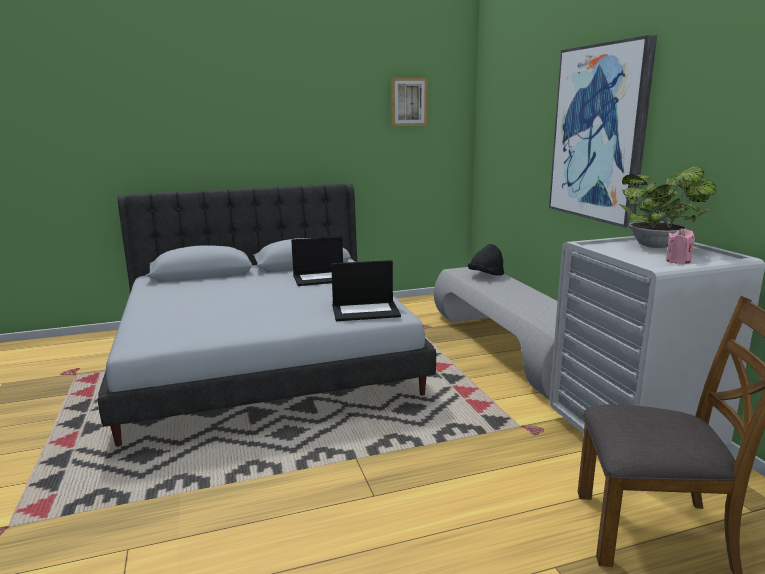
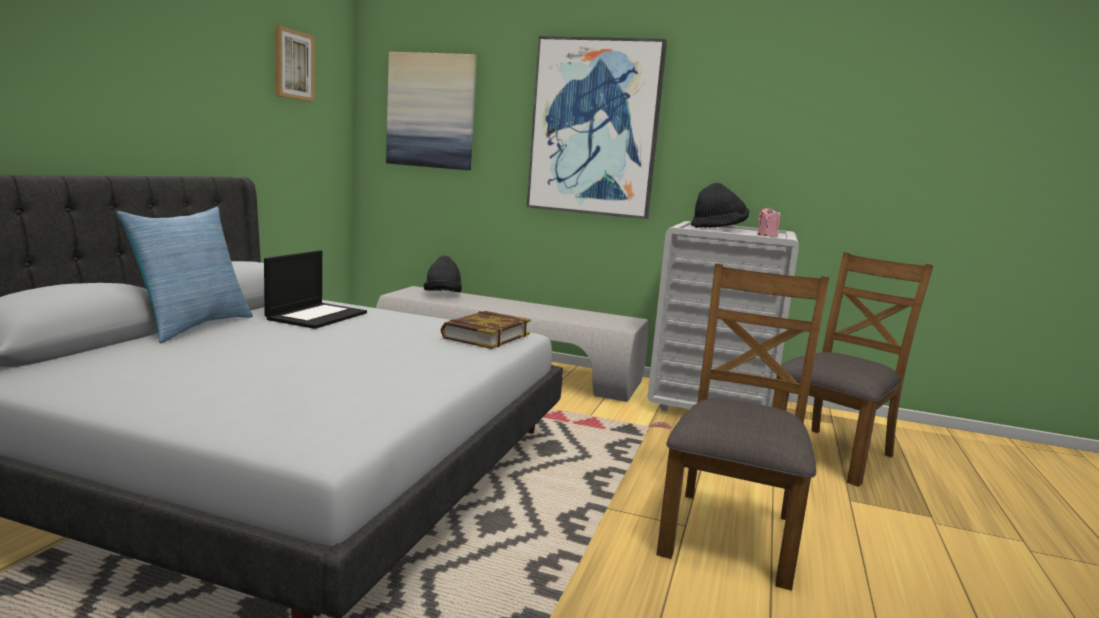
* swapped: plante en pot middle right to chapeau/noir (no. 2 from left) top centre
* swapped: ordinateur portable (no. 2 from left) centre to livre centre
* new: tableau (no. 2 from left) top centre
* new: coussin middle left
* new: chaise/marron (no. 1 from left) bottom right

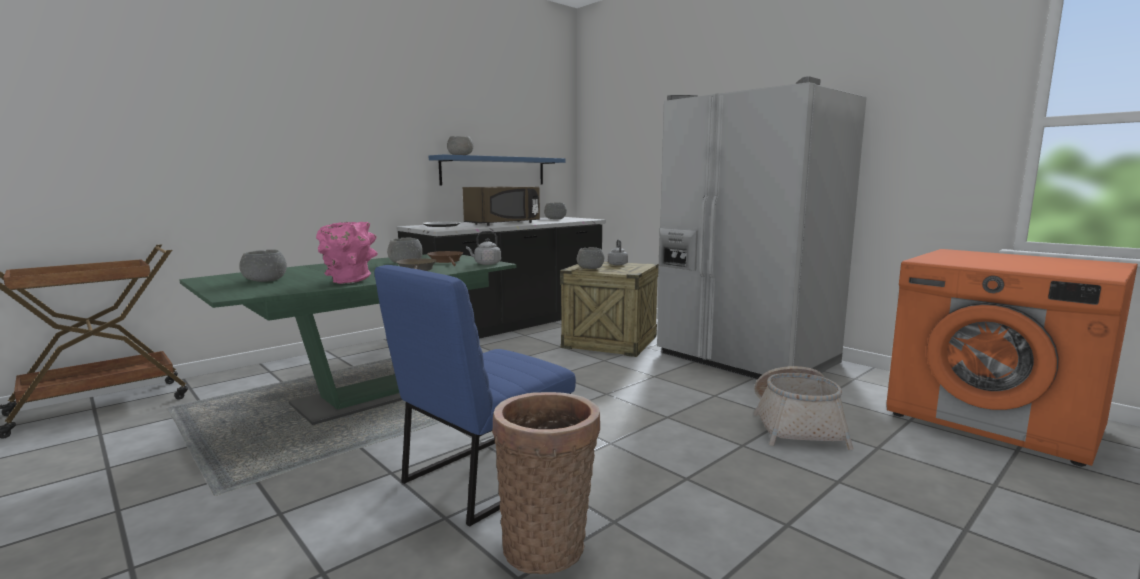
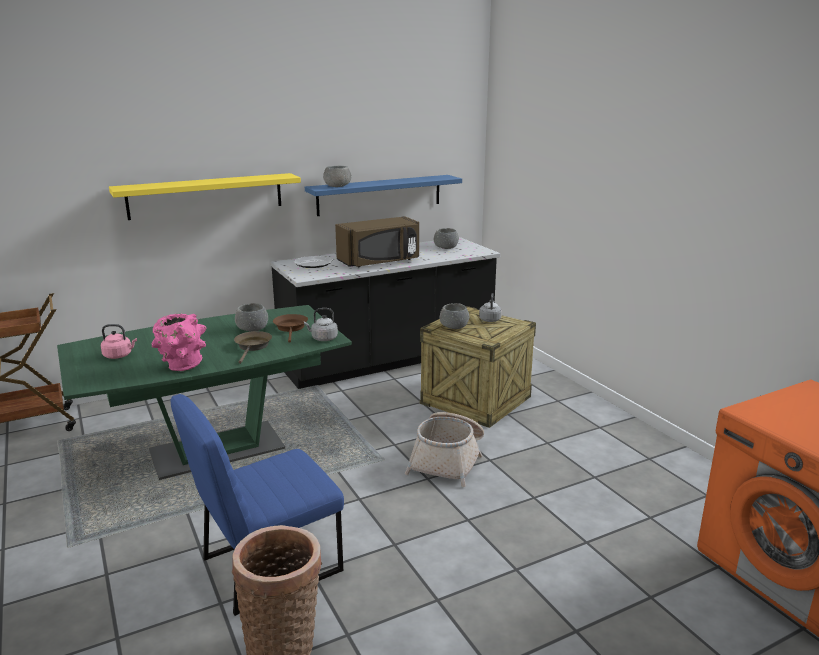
* gone: réfrigérateur/blanc middle right
* swapped: bol/gris (no. 1 from left) middle left to bouilloire/rose middle left
* shifted: panier (no. 2 from left) bottom right to bottom centre
* new: étagère/jaune top left

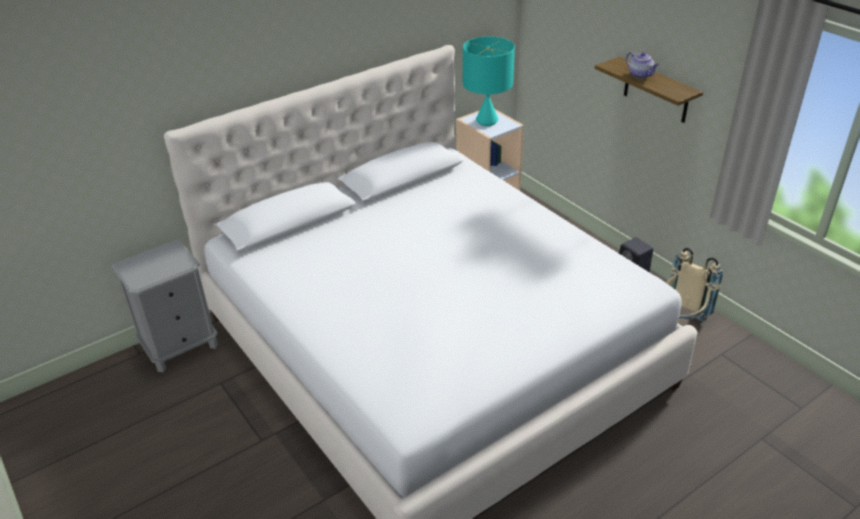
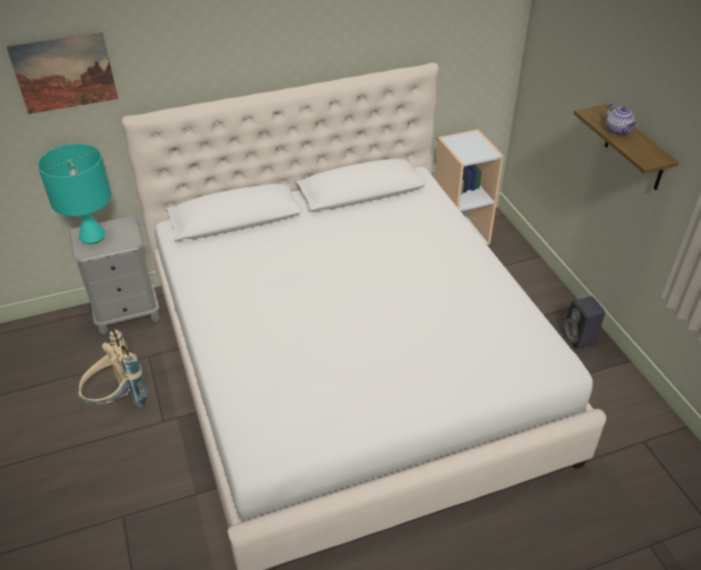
* shifted: lampe de table/turquoise top centre to middle left
* shifted: sac à dos/beige middle right to middle left
* new: tableau top left

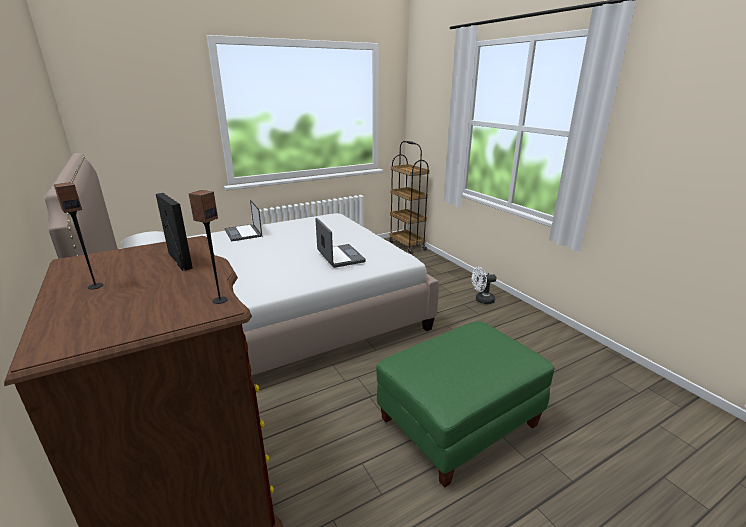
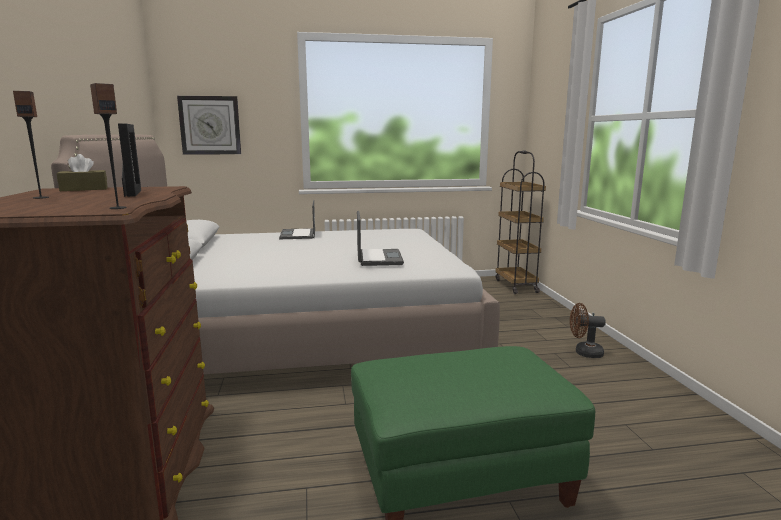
* repainted: ventilateur/blanc centre to ventilateur/marron middle right
* new: horloge murale top left
* new: boîte à mouchoirs/marron top left

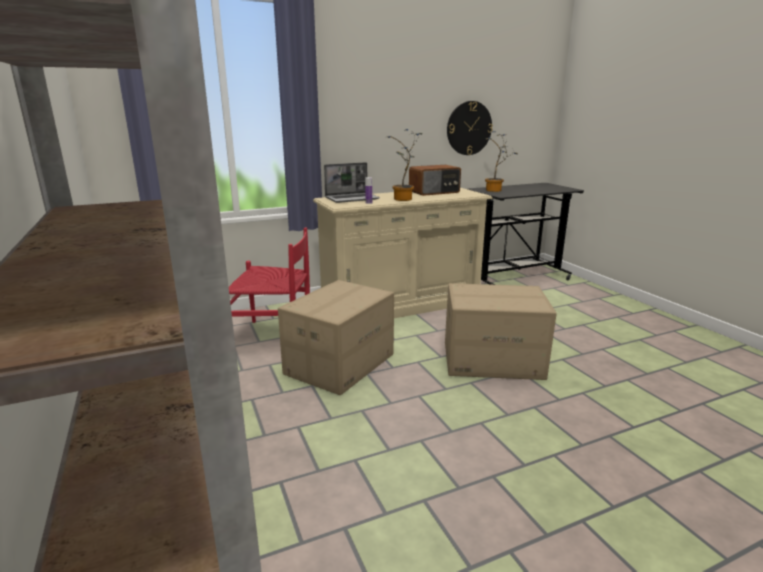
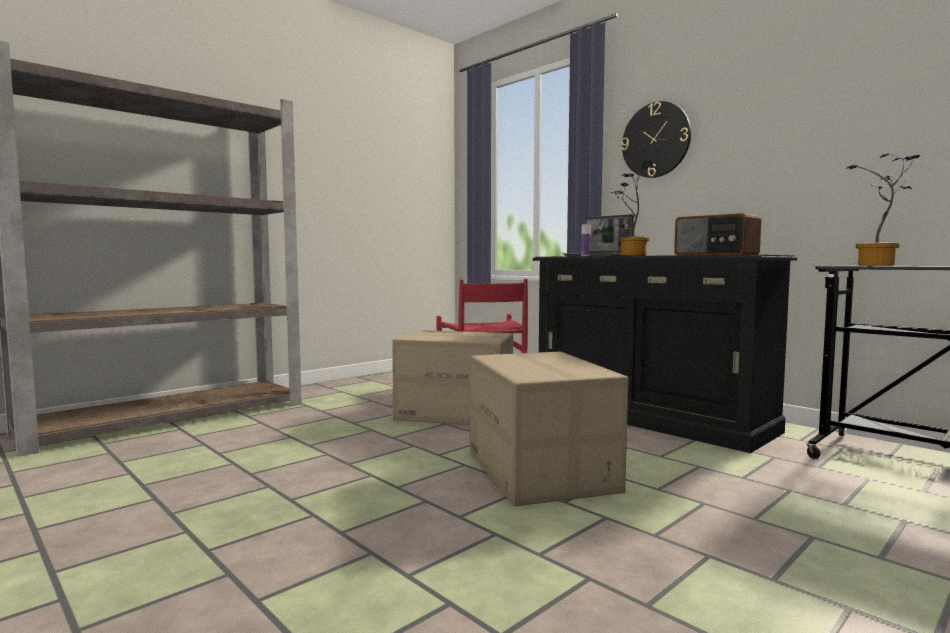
* shifted: horloge murale top centre to top right
* repainted: meuble de rangement/beige centre to meuble de rangement/noir middle right

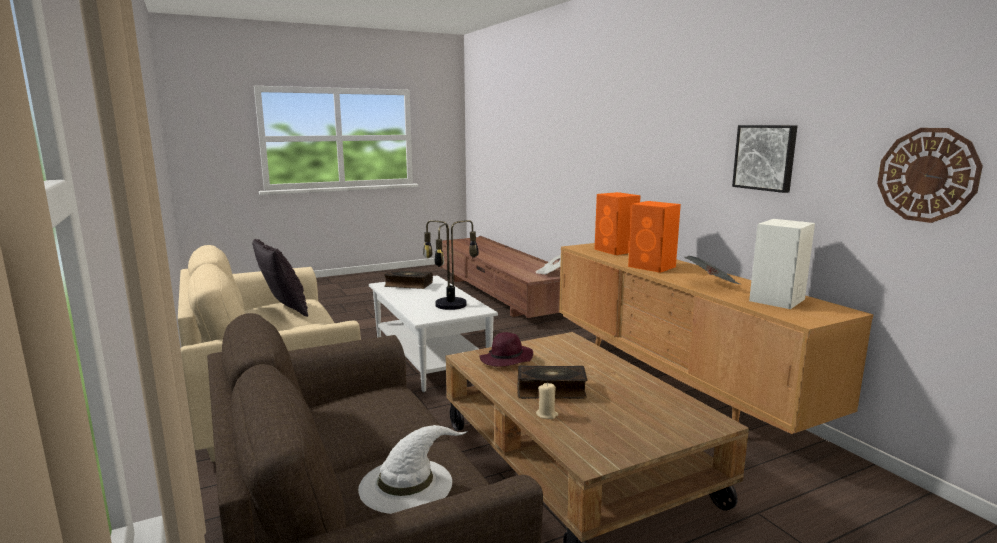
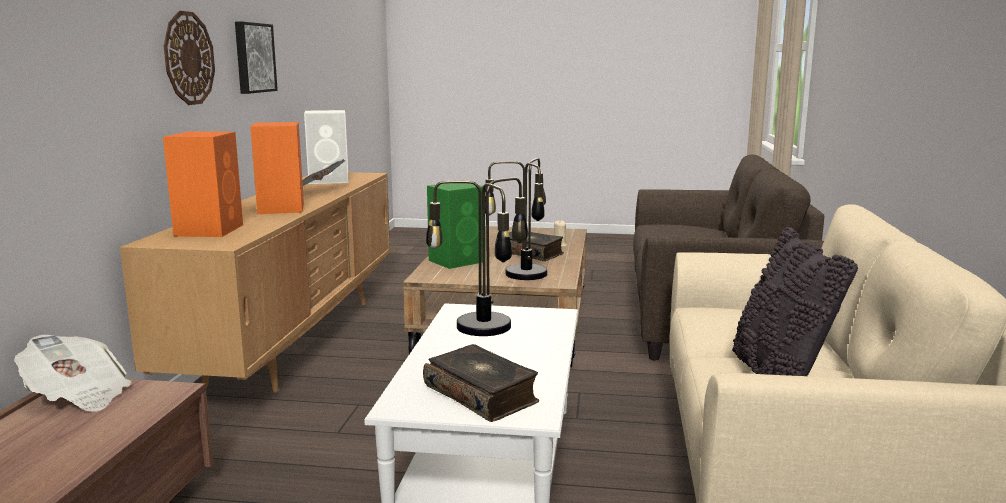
* shifted: horloge murale top right to top left
* swapped: chapeau/violet centre to lampe de table (no. 2 from left) centre
* gone: chapeau/blanc bottom centre
* new: enceinte/vert centre

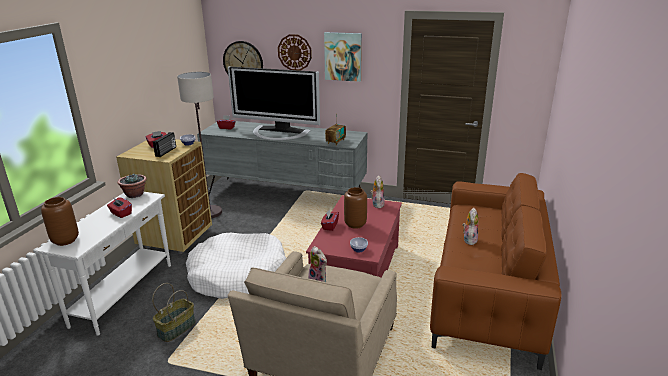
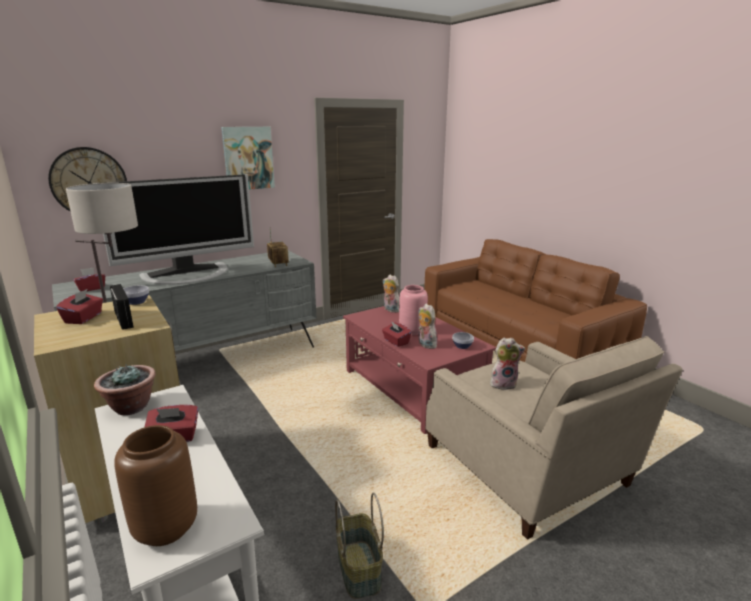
* gone: horloge murale (no. 2 from left) top centre
* repainted: vase/marron (no. 2 from left) centre to vase/rose centre
* shifted: peluche (no. 3 from left in the first image) middle right to peluche (no. 2 from left) centre
* gone: panier pour chien/blanc bottom centre

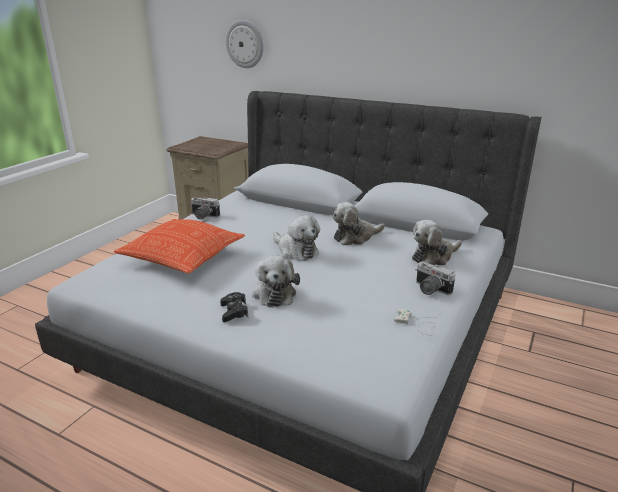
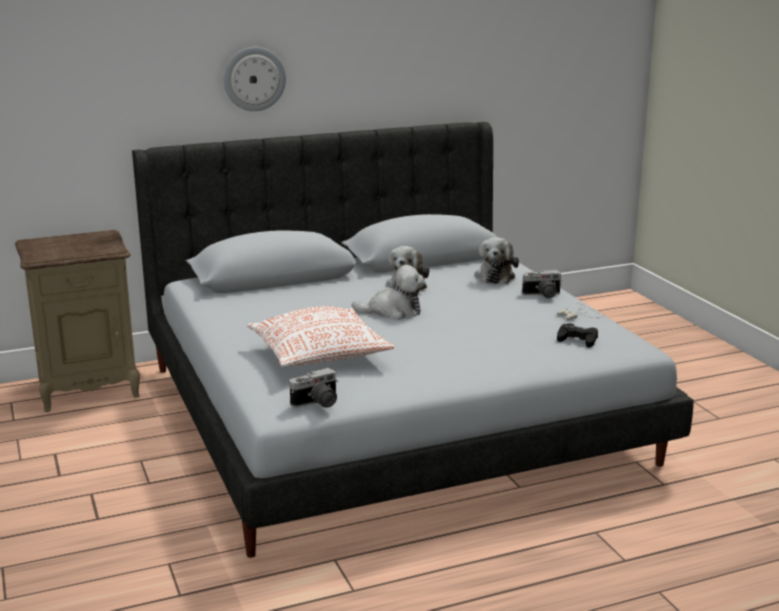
* shifted: horloge murale top centre to top left
* shifted: appareil photo (no. 1 from left) middle left to centre
* repainted: coussin/orange middle left to coussin/blanc centre
* gone: peluche (no. 1 from left) centre
* shifted: manette/noir centre to middle right

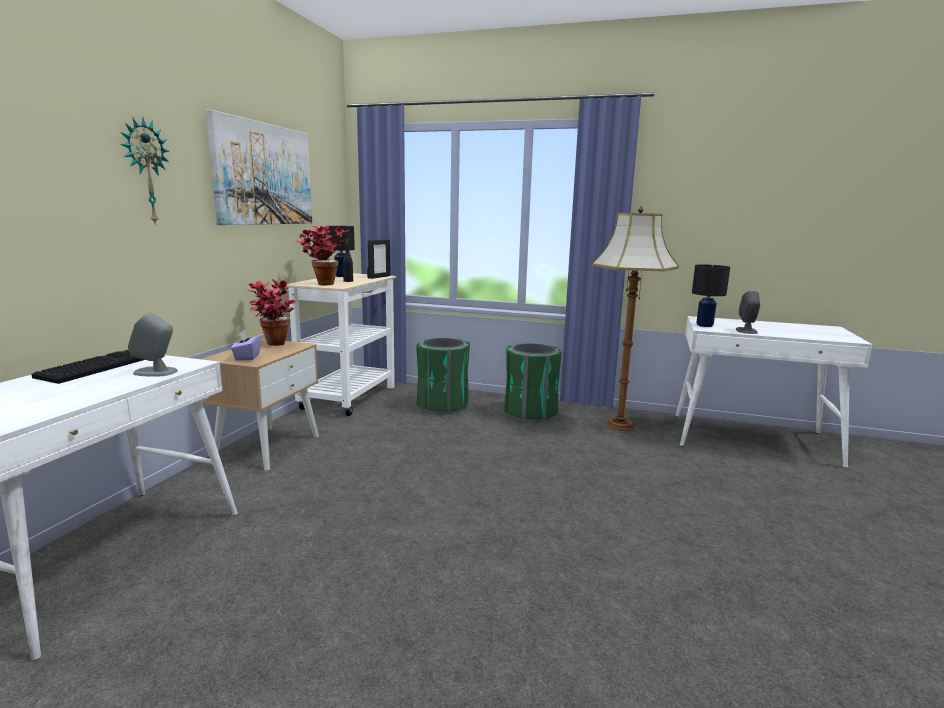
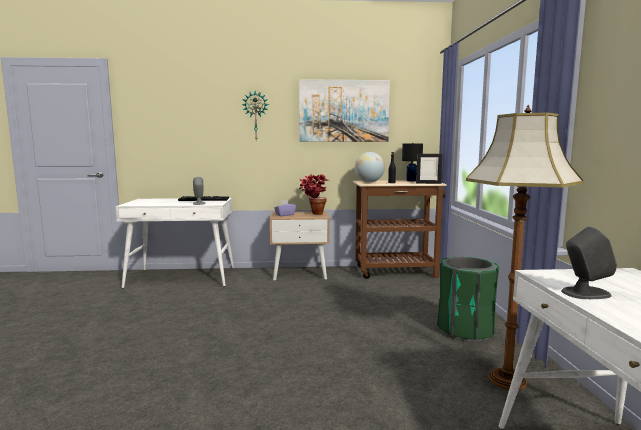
* swapped: plante en pot (no. 2 from left) centre to globe centre
* gone: lampe de table/noir (no. 2 from left) middle right
* repainted: chariot/blanc centre to chariot/marron centre
* gone: poubelle/vert (no. 1 from left) centre

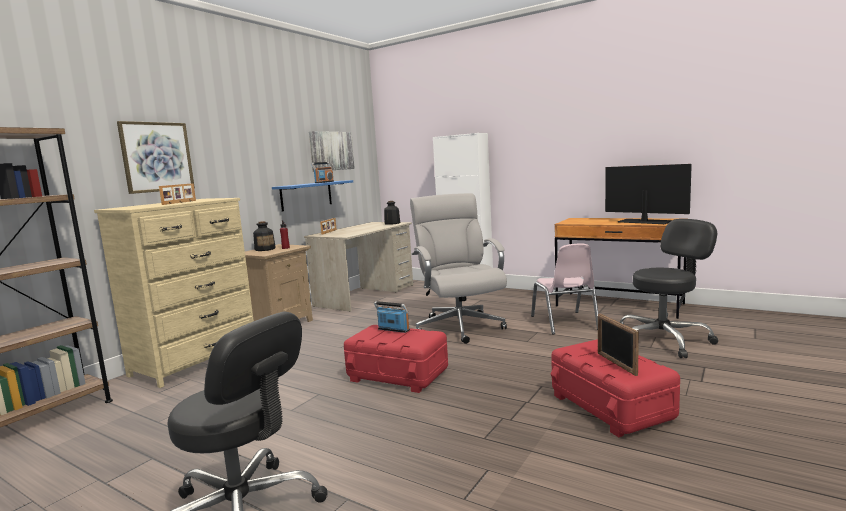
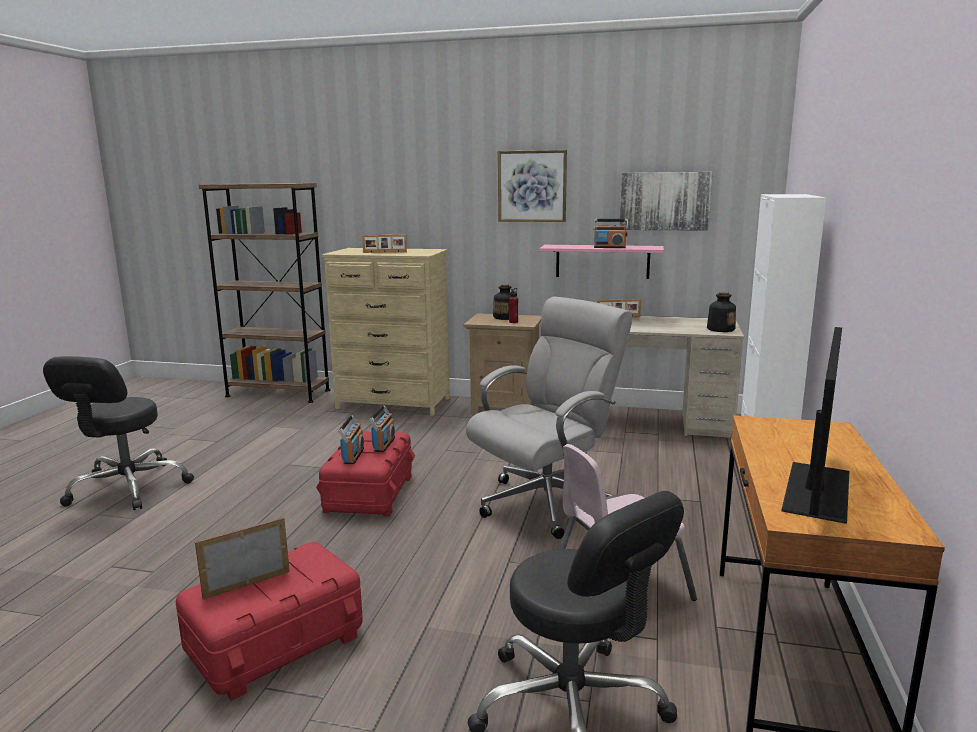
* shifted: tableau (no. 1 from left) top left to top centre
* repainted: étagère/bleu centre to étagère/rose centre
* new: radio (no. 1 from left) centre

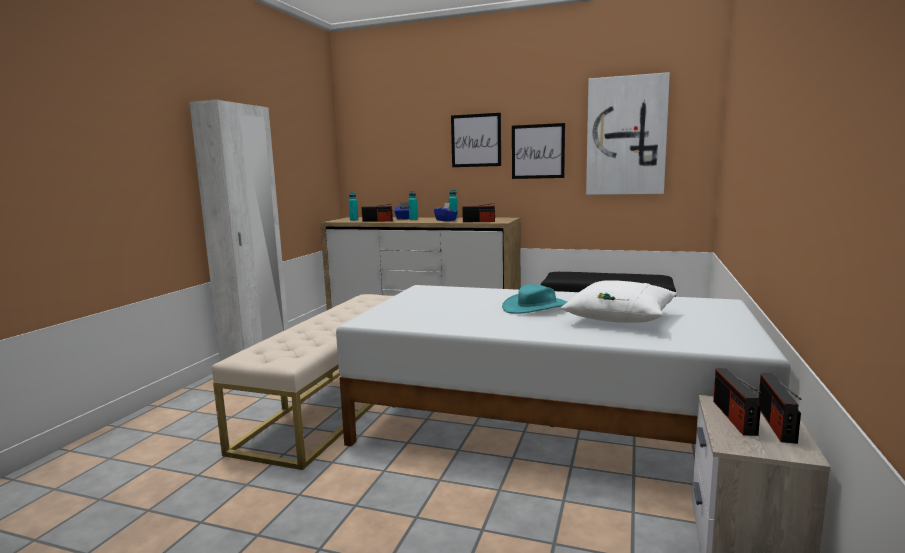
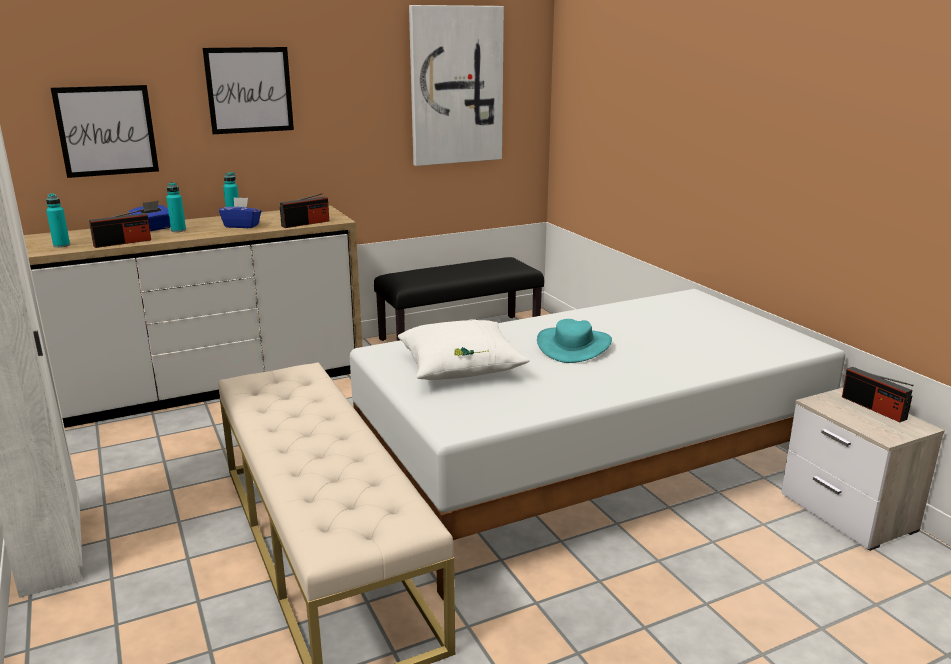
* shifted: tableau (no. 2 from left in the first image) top centre to tableau (no. 1 from left) top left
* shifted: coussin/blanc middle right to centre
* gone: radio (no. 3 from left) bottom right

